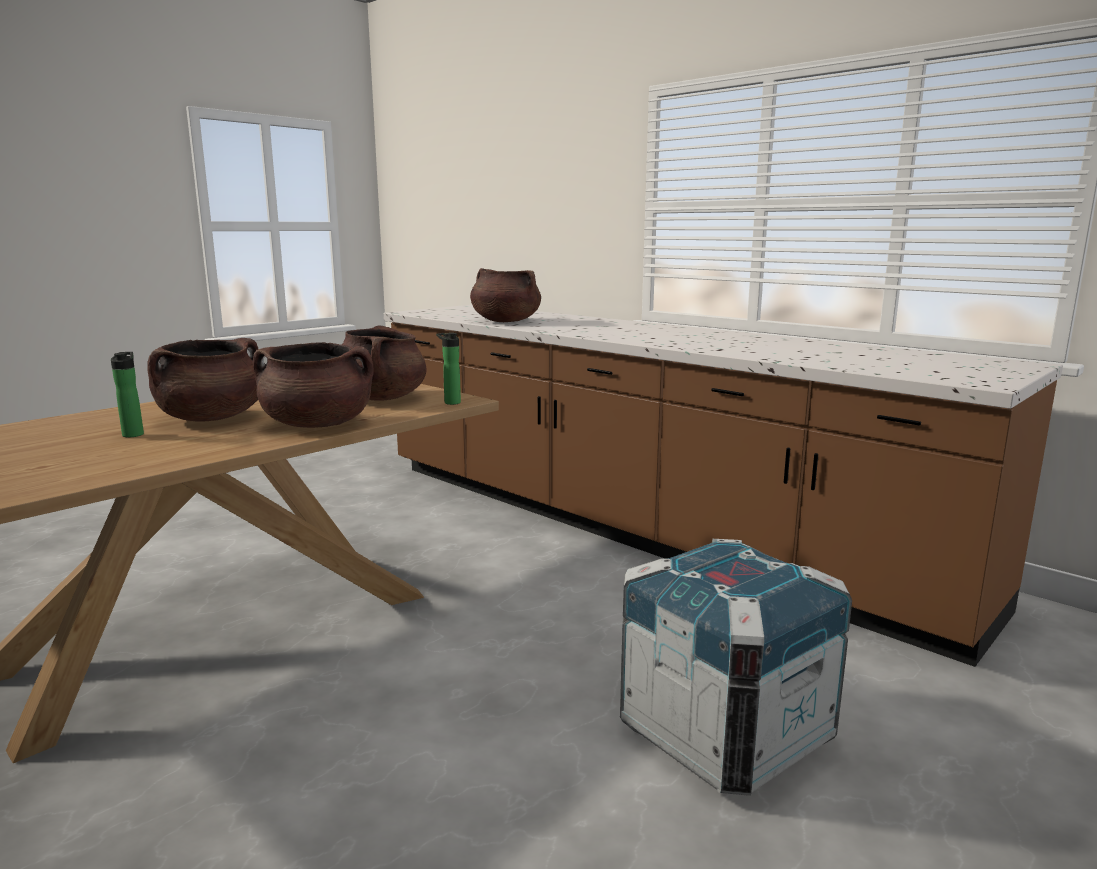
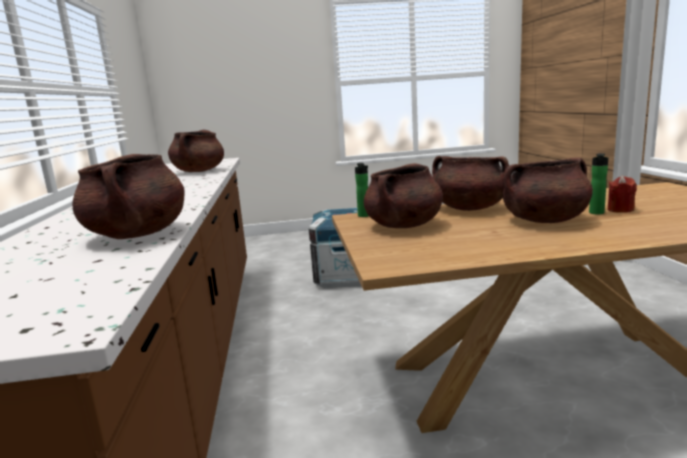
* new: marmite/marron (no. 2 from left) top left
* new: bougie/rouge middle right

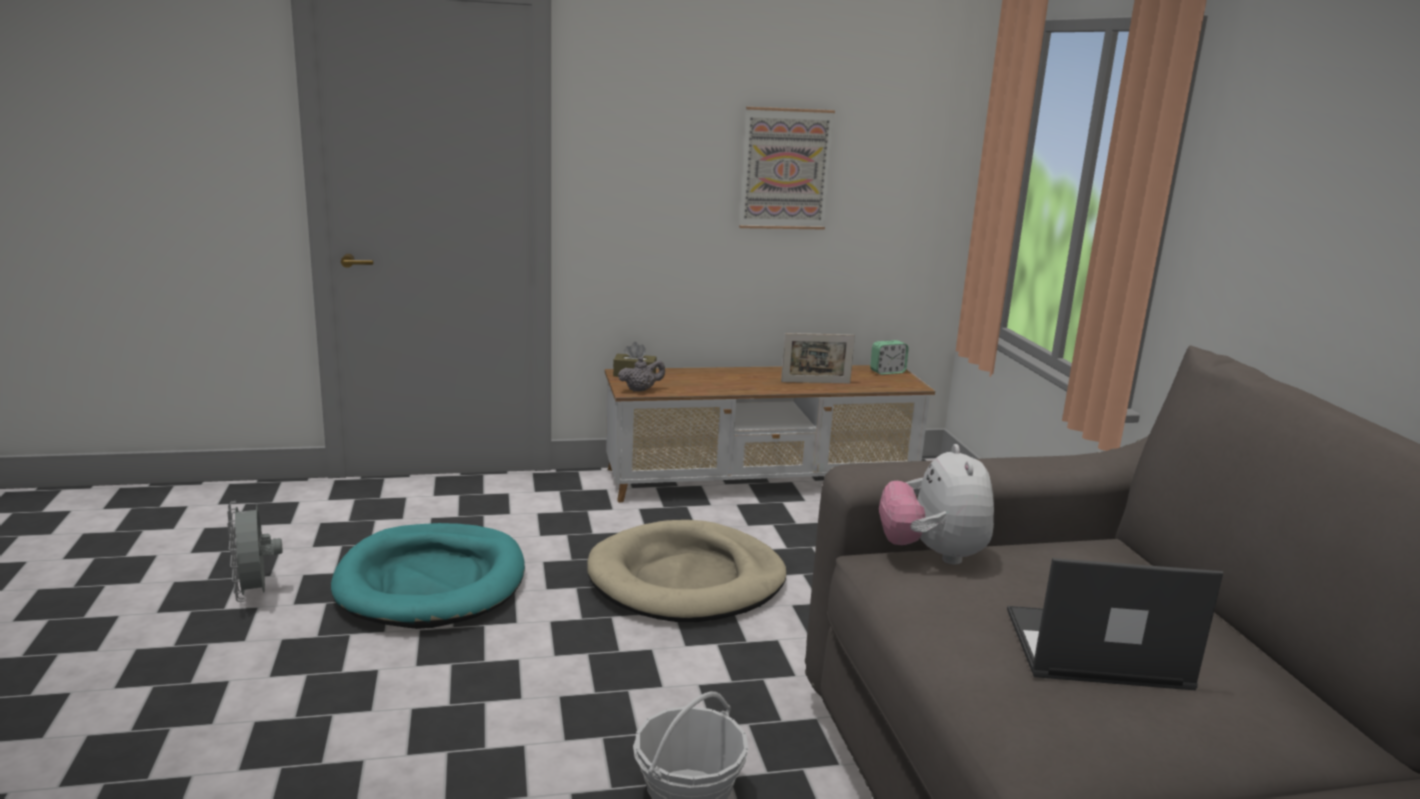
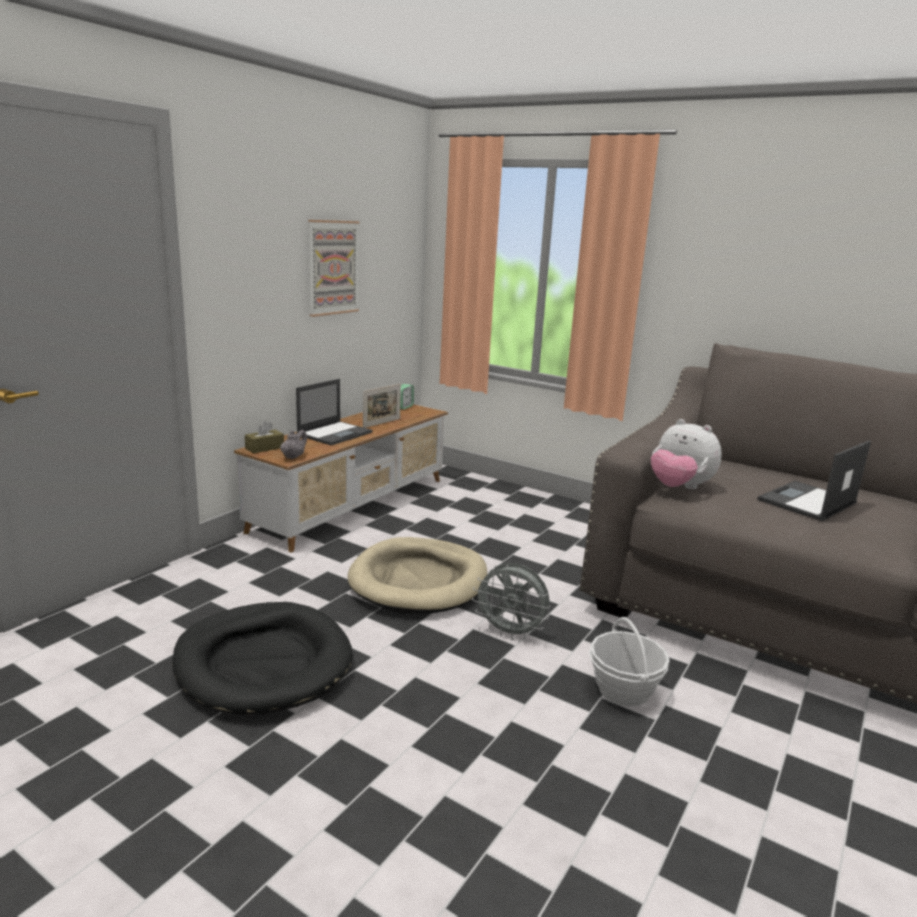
* shifted: ventilateur/gris bottom left to centre
* repainted: panier pour chien/turquoise bottom left to panier pour chien/noir bottom left
* new: ordinateur portable (no. 1 from left) centre

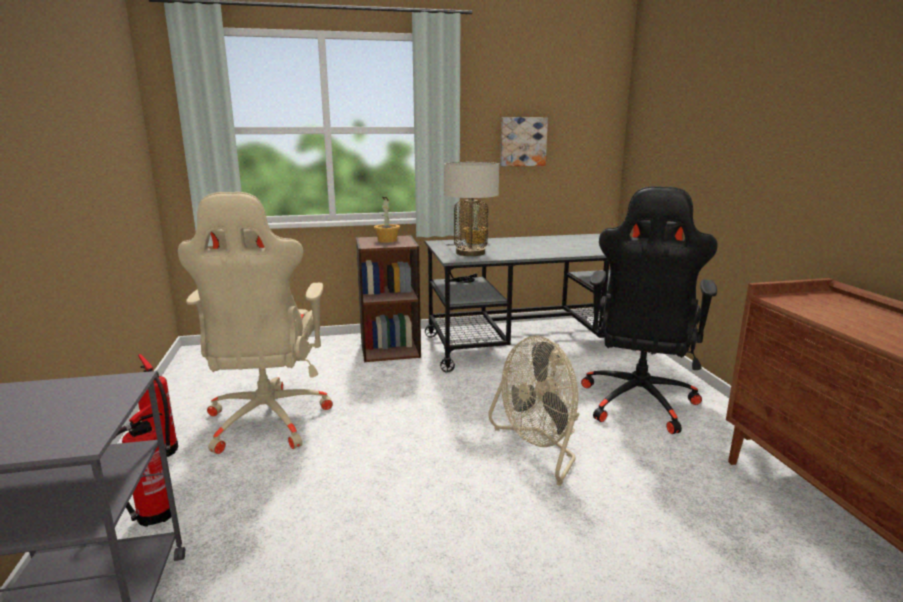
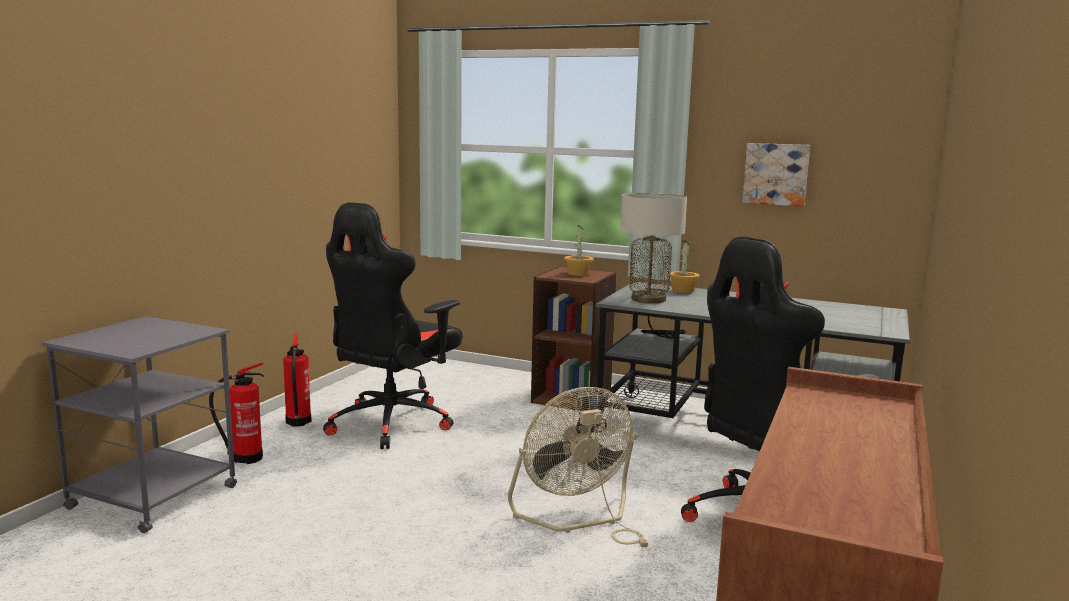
* repainted: chaise de bureau/beige middle left to chaise de bureau/noir (no. 1 from left) centre
* rotated: ventilateur/beige bottom centre = bottom centre 60 degrees clockwise

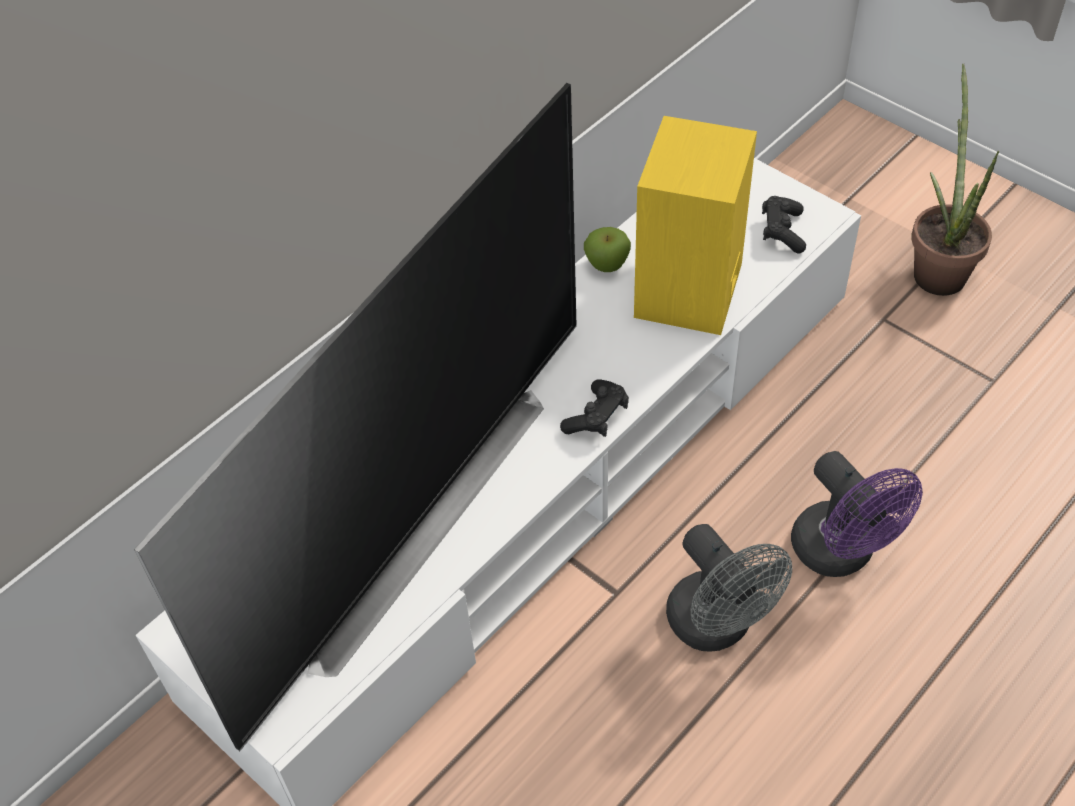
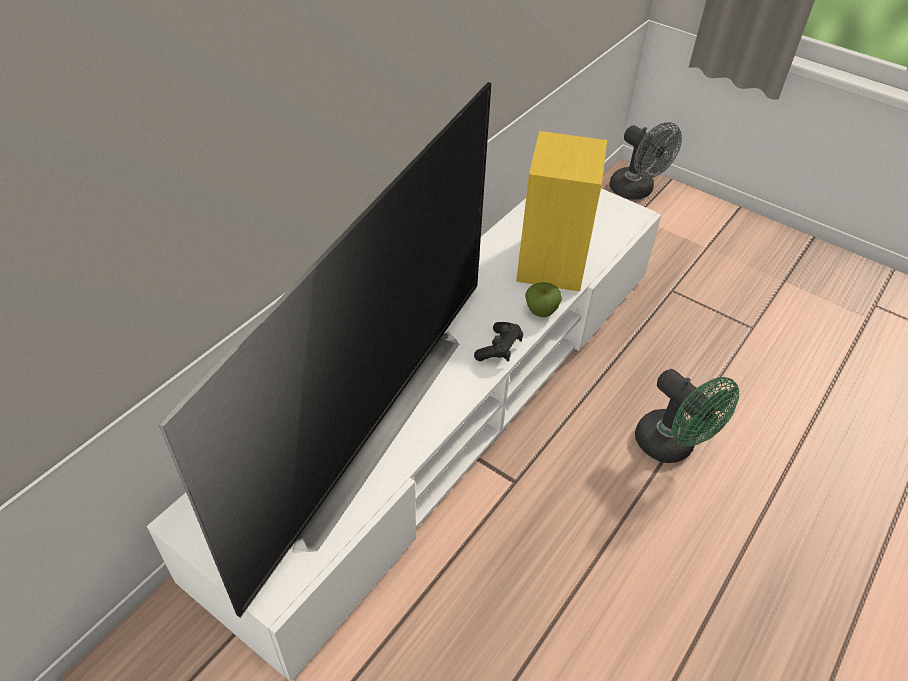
* gone: plante en pot top right
* gone: manette/noir (no. 2 from left) top right
* shifted: pomme top centre to centre
* repainted: ventilateur/violet middle right to ventilateur/vert middle right
* shifted: ventilateur/gris bottom right to top right

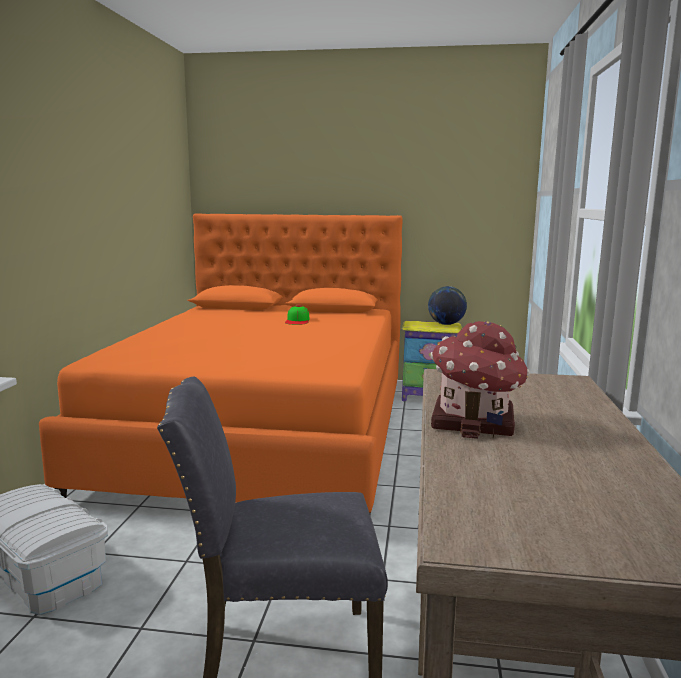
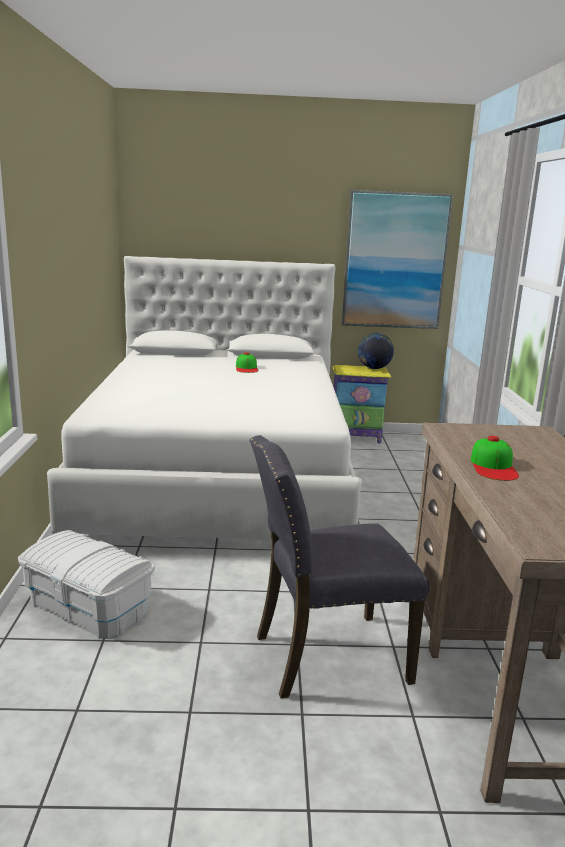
* repainted: lit/orange middle left to lit/blanc centre
* swapped: maison miniature middle right to casquette (no. 2 from left) middle right
* new: tableau top right

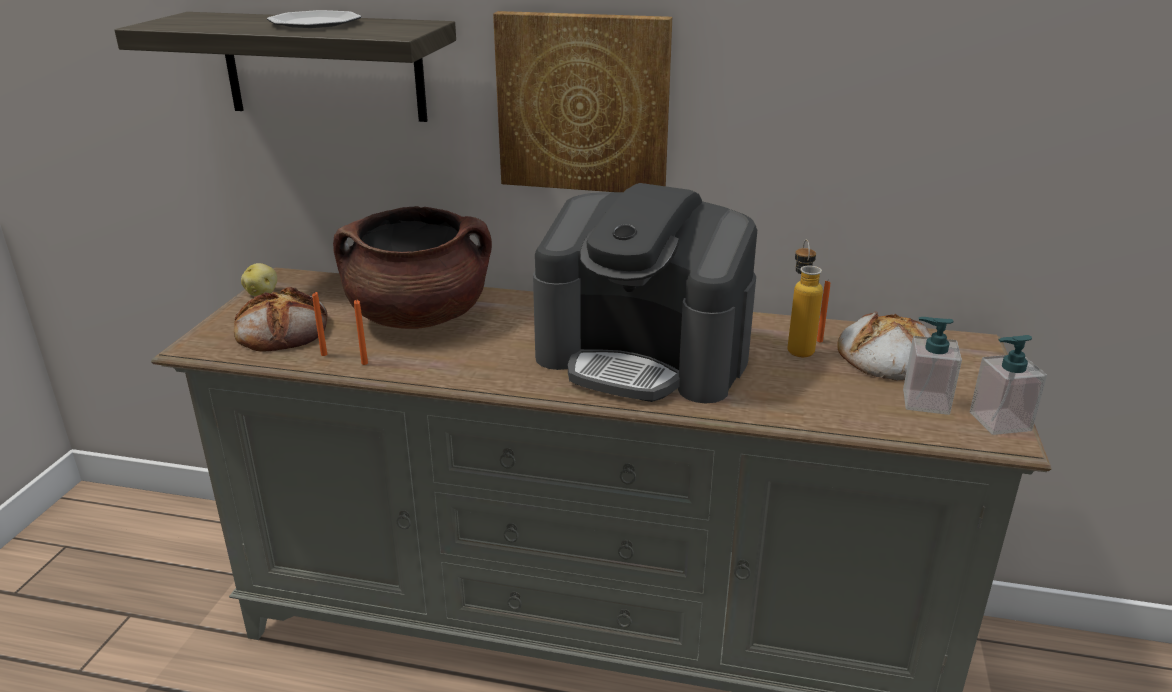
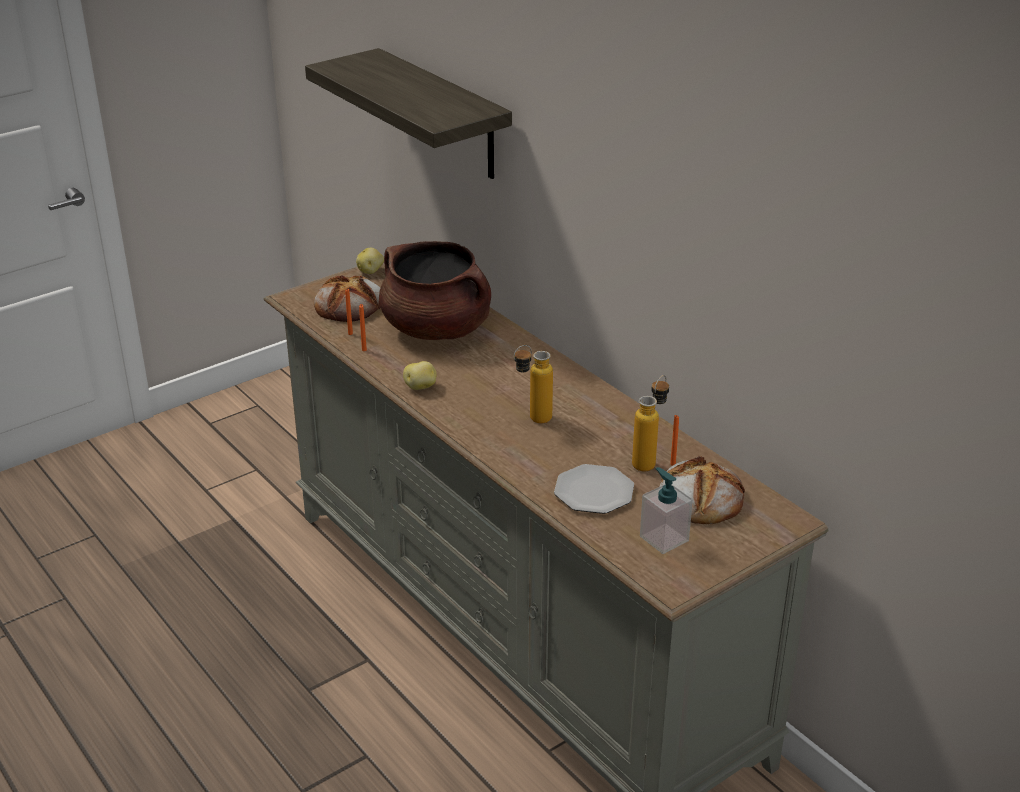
* shifted: assiette top left to centre
* gone: tableau top centre
* swapped: machine à café centre to bouteille (no. 1 from left) centre
* gone: distributeur de savon (no. 2 from left) middle right
* new: pomme de terre (no. 2 from left) centre

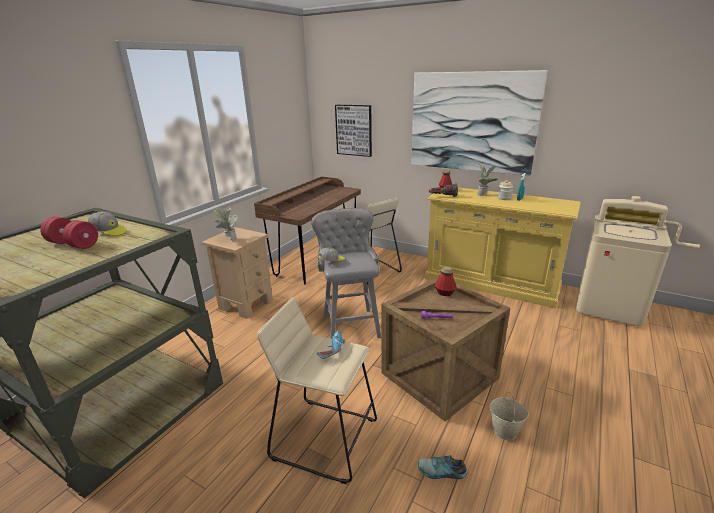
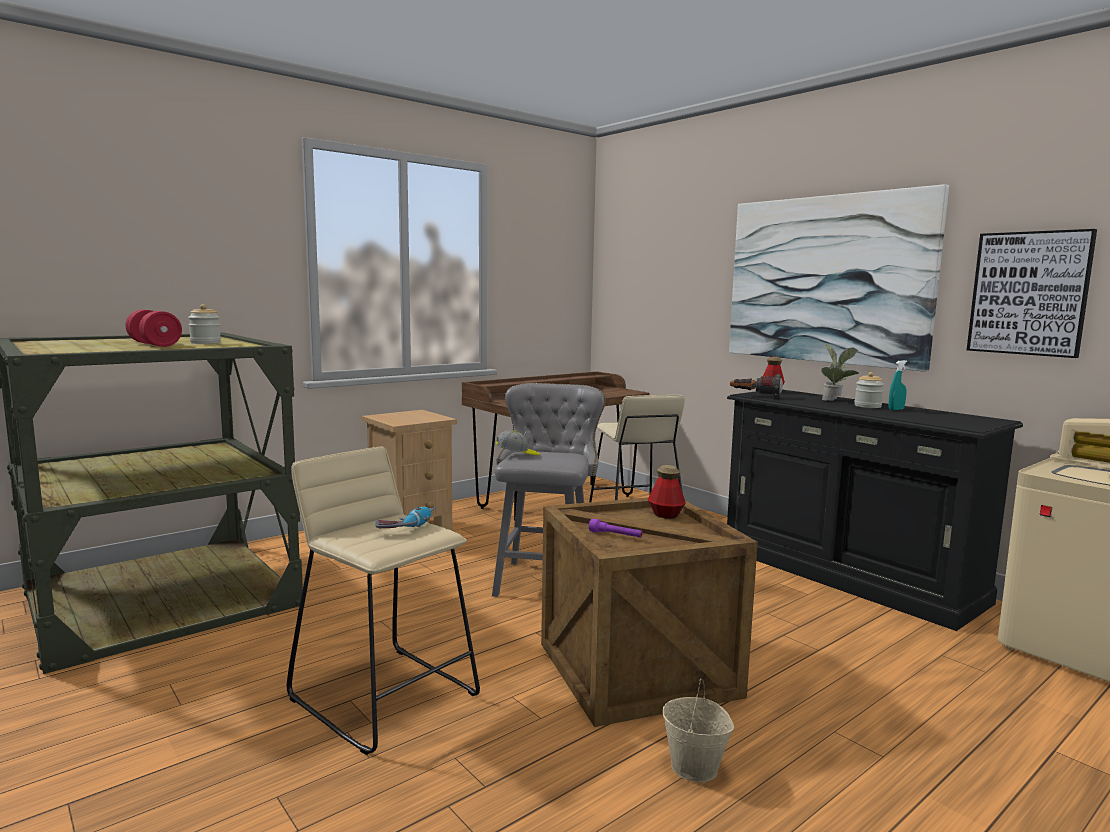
* shifted: tableau (no. 1 from left in the first image) top centre to tableau (no. 2 from left) middle right
* repainted: meuble de rangement/jaune middle right to meuble de rangement/noir middle right
* gone: plante en pot (no. 1 from left) middle left
* swapped: casquette (no. 1 from left) middle left to bocal (no. 1 from left) middle left
* gone: chaussure bottom centre

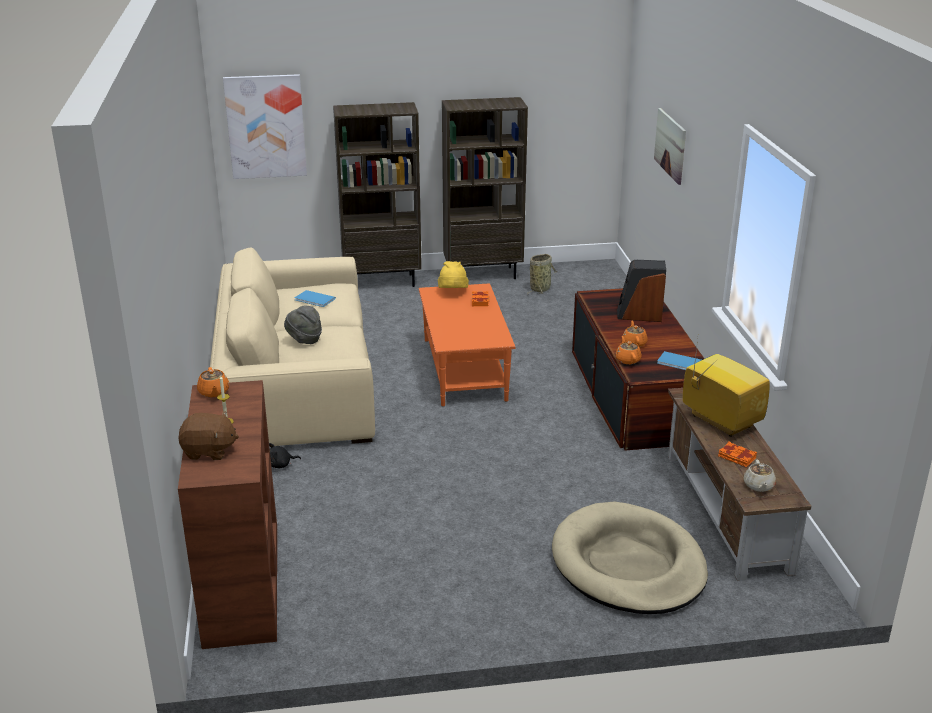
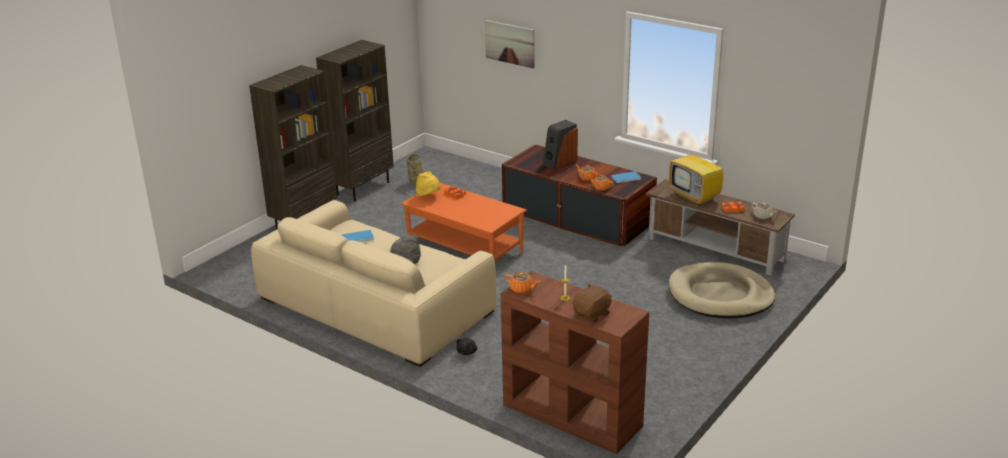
* gone: tableau (no. 1 from left) top left
* rotated: téléviseur middle right = middle right 135 degrees counterclockwise

